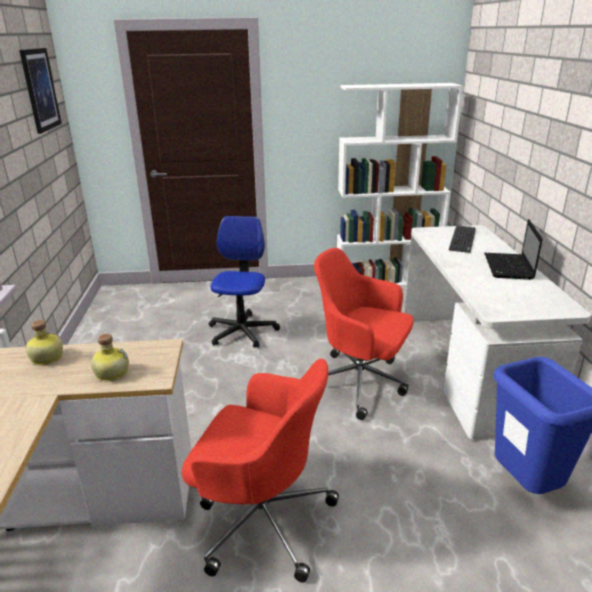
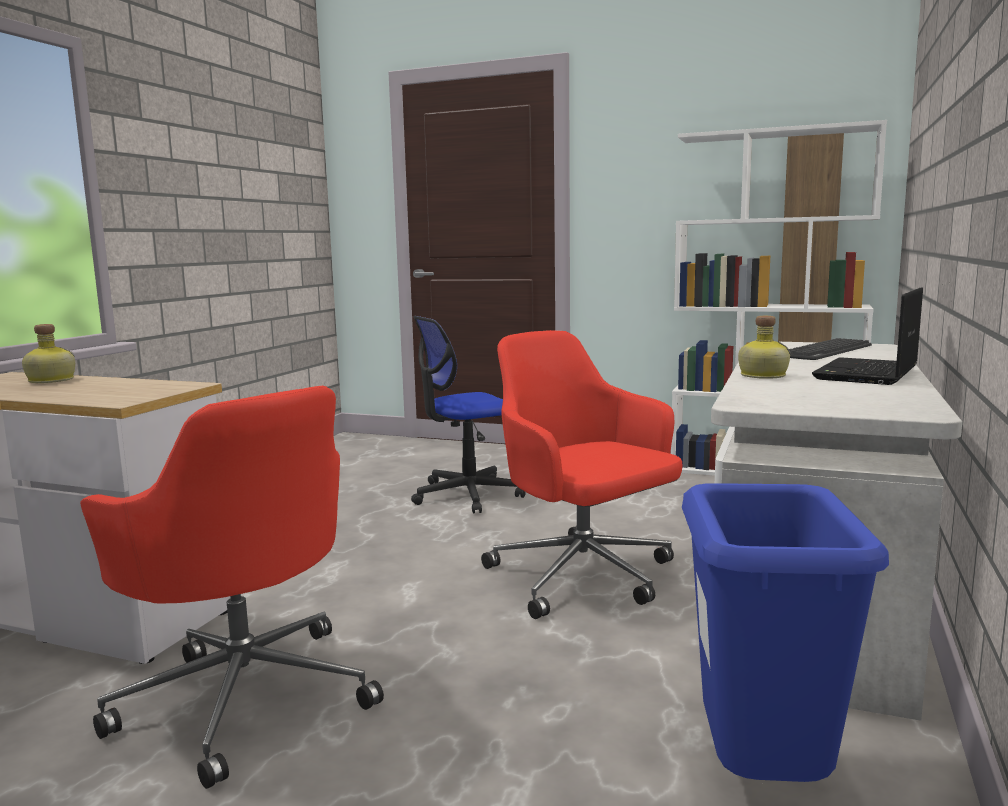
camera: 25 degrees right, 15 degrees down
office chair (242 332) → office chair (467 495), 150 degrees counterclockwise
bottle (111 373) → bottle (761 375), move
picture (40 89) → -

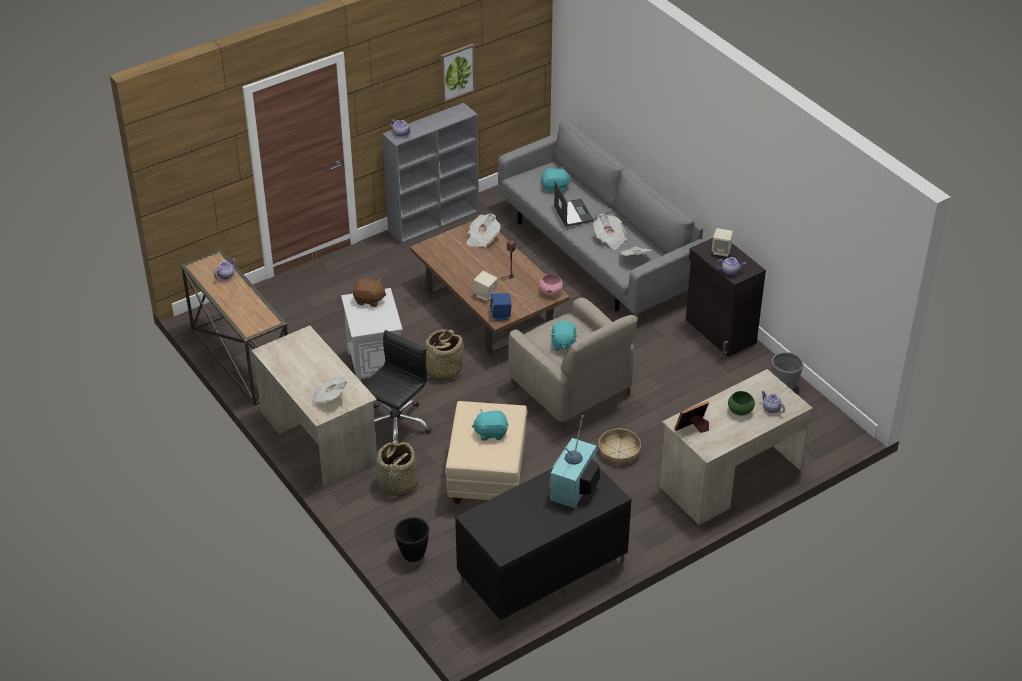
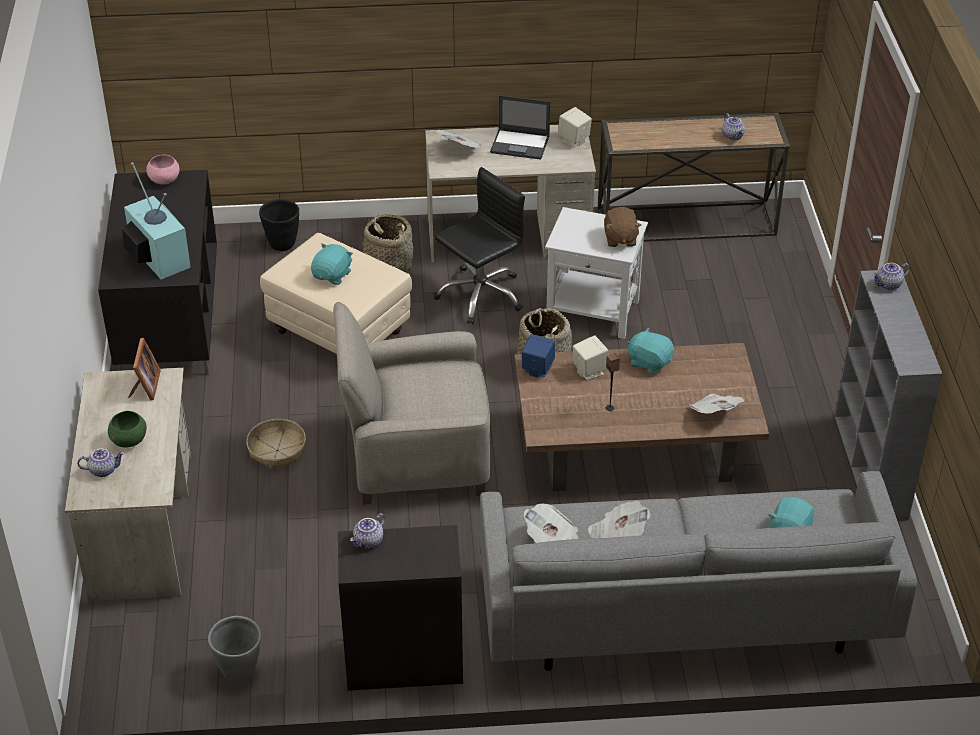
camera: 120 degrees right, 0 degrees up
bowl/pink (551 292) → bowl/pink (164 180), move
office chair/black (395 425) → office chair/black (480 295), 105 degrees counterclockwise
laptop (573 213) → laptop (520 144), move
speaker/beige (721 251) → speaker/beige (574 140), move
plush toy/brown (369 300) → plush toy/brown (620 238), 45 degrees counterclockwise
plush toy/turquoise (563 344) → plush toy/turquoise (649 362), move
picture (457 72) → -

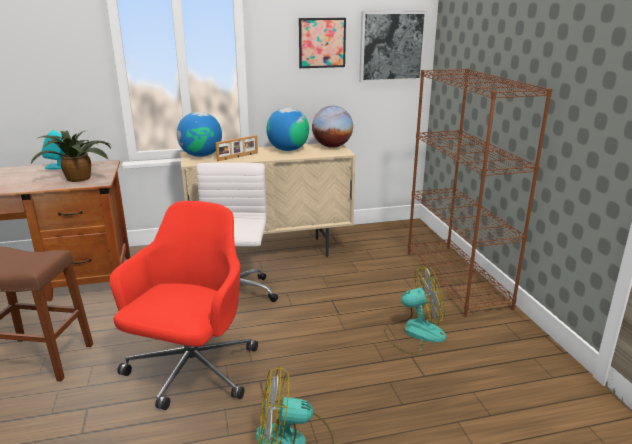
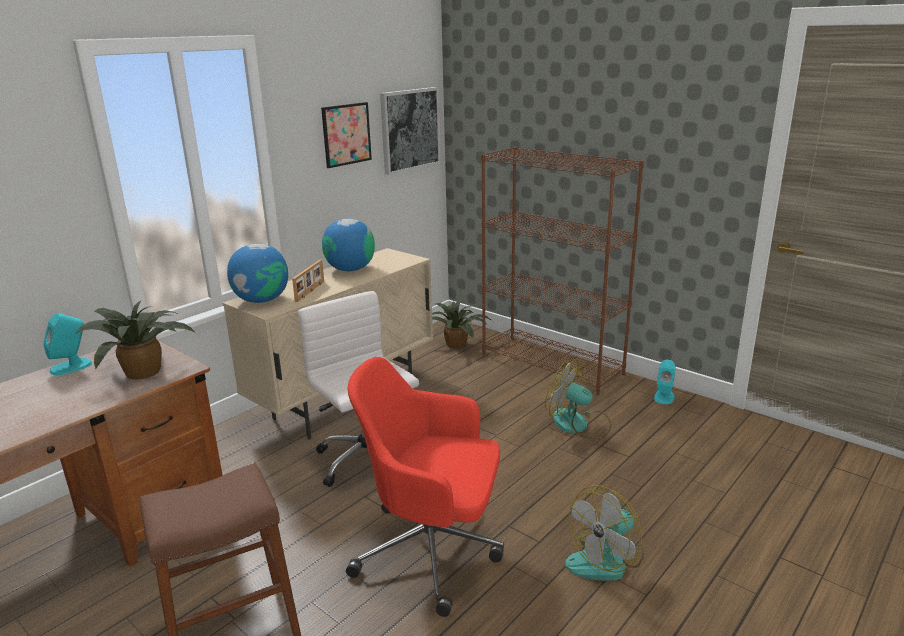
camera: 35 degrees left, 0 degrees up
office chair/red (191 371) → office chair/red (433 551), 60 degrees counterclockwise
- → potted plant (457 343)
fan (414 333) → fan (578 425), 105 degrees counterclockwise
- → speaker/turquoise (664 397)
globe (332 146) → -

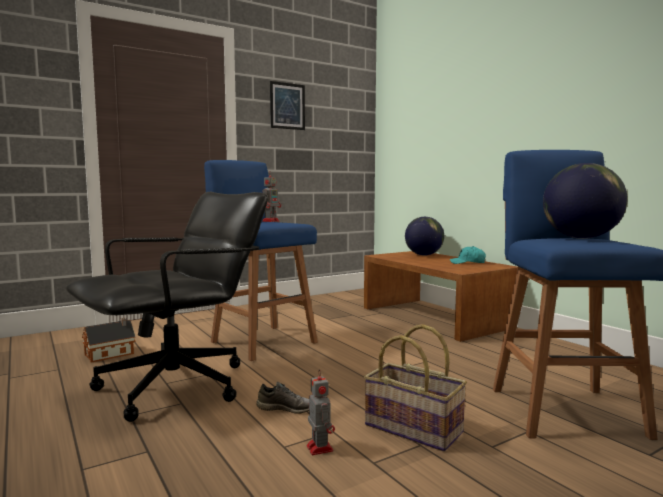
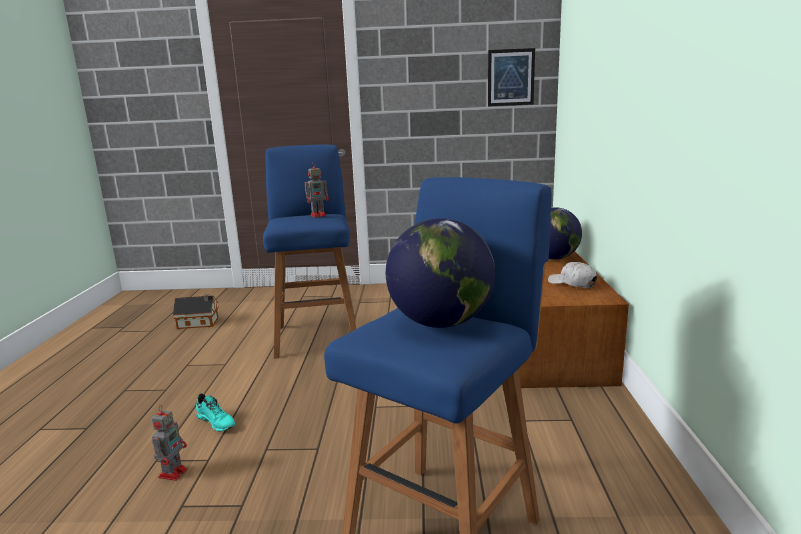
camera: 35 degrees right, 10 degrees up
shoe/grey (286 408) → shoe/turquoise (216 421)
picture (287 106) → picture (511 77), move
cap/turquoise (467 263) → cap/white (572 283)
office chair/black (176 386) → -
basket (414 428) → -

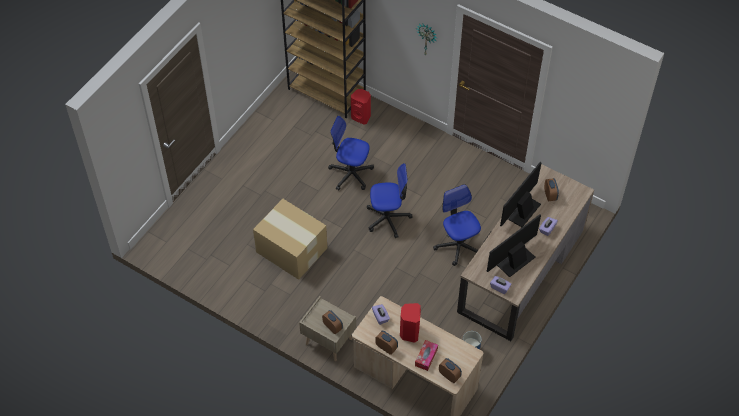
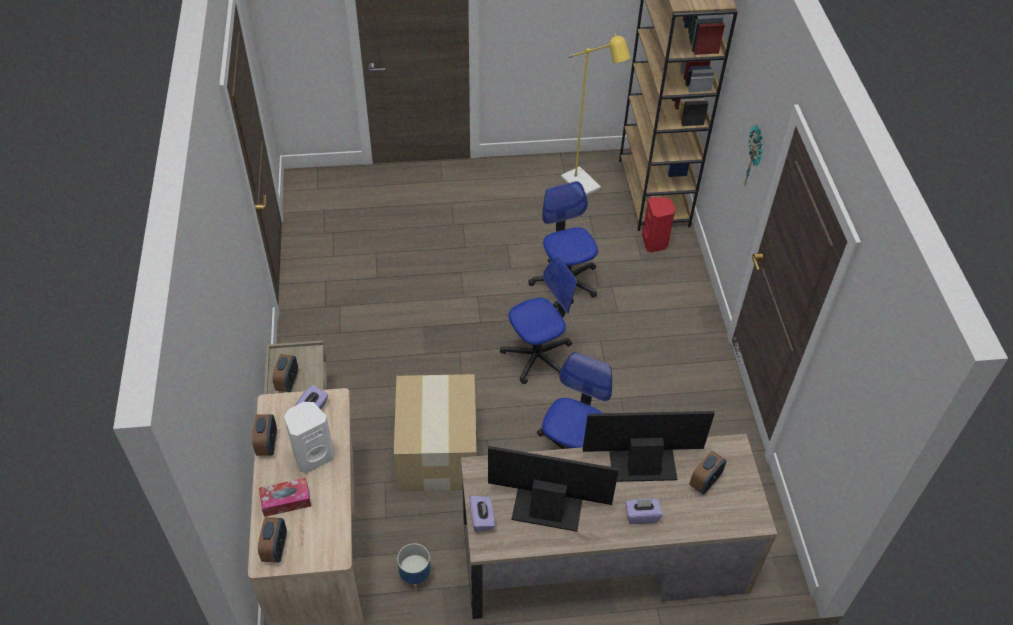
camera: 50 degrees right, 5 degrees down
speaker/red (409 332) → speaker/white (313 456)
cardboard box (291 249) → cardboard box (438 449), move
office chair (388 218) → office chair (538 357), 75 degrees counterclockwise
- → floor lamp/yellow (585 187)

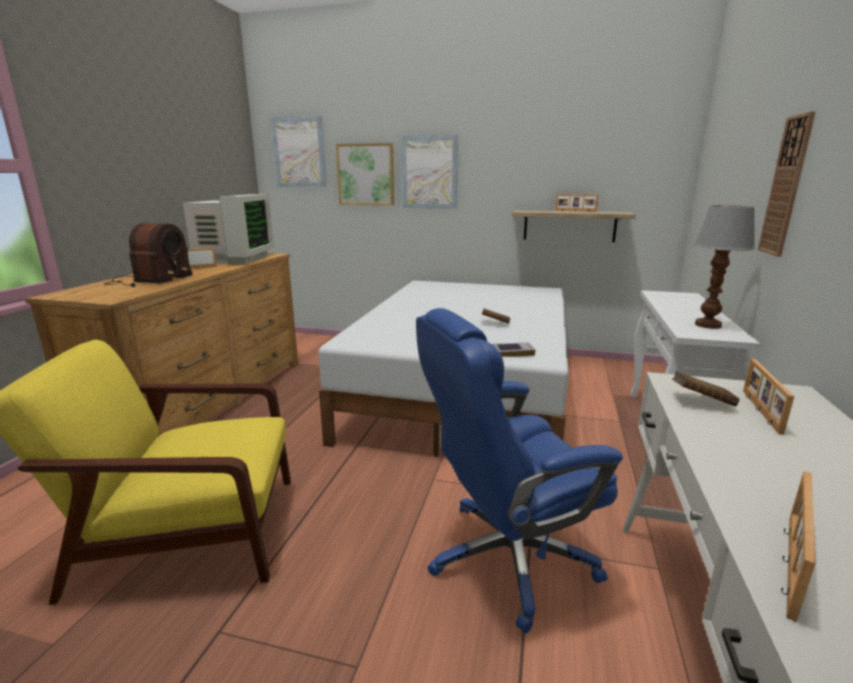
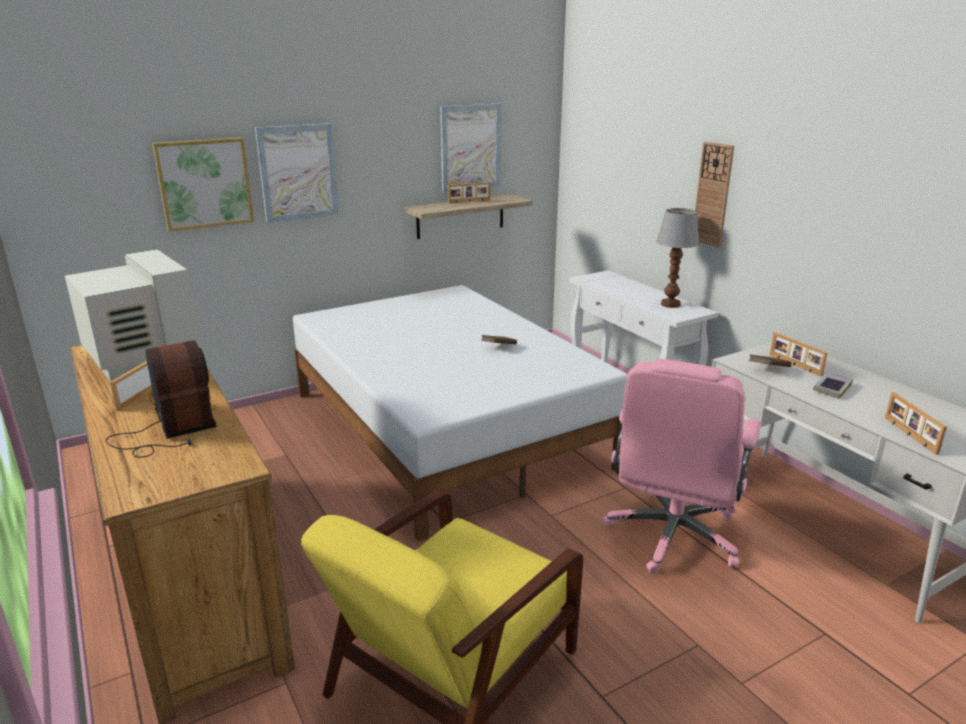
camera: 45 degrees left, 5 degrees up
picture (299 152) → picture (470 147), move
office chair/blue (507 558) → office chair/pink (672 536)
book (513 352) → book (832 388), move

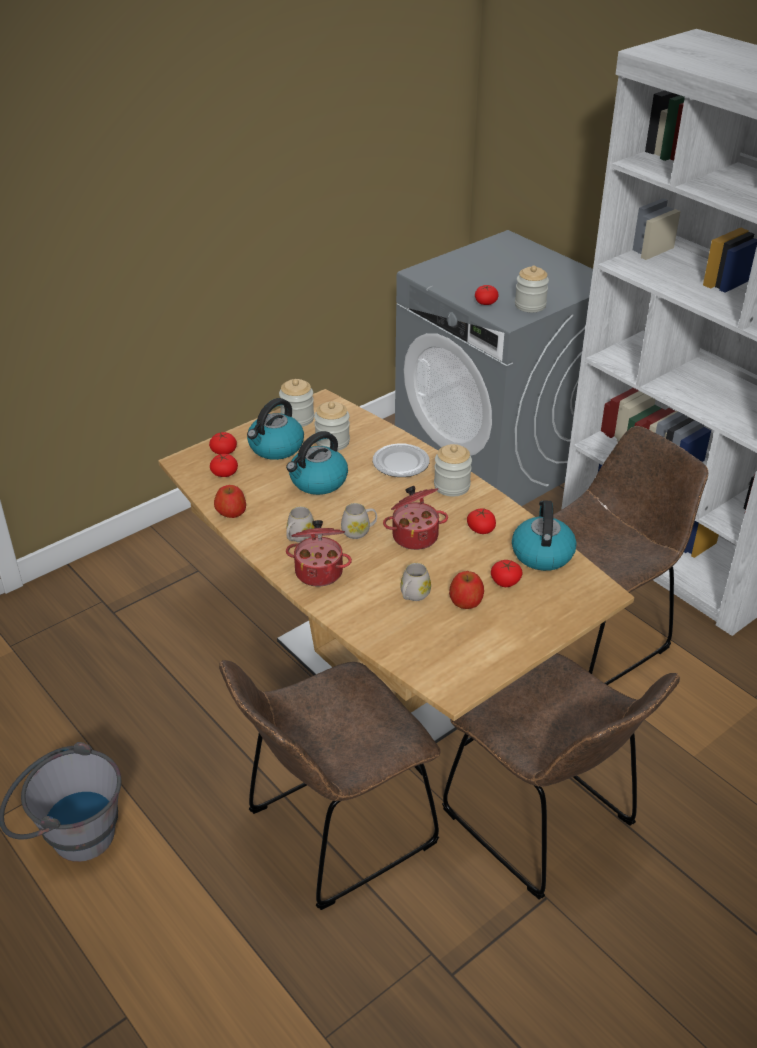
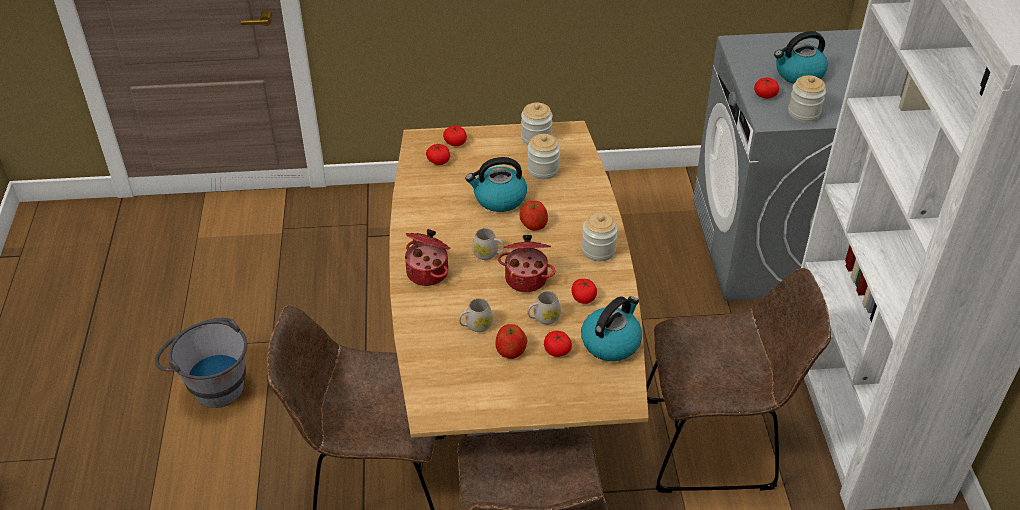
camera: 35 degrees right, 5 degrees up
apple (231 512) → apple (533 224), move
mug/white (299 538) → mug/white (543 318), move
kettle (275 447) → kettle (798 74), move
plate (401 463) → -

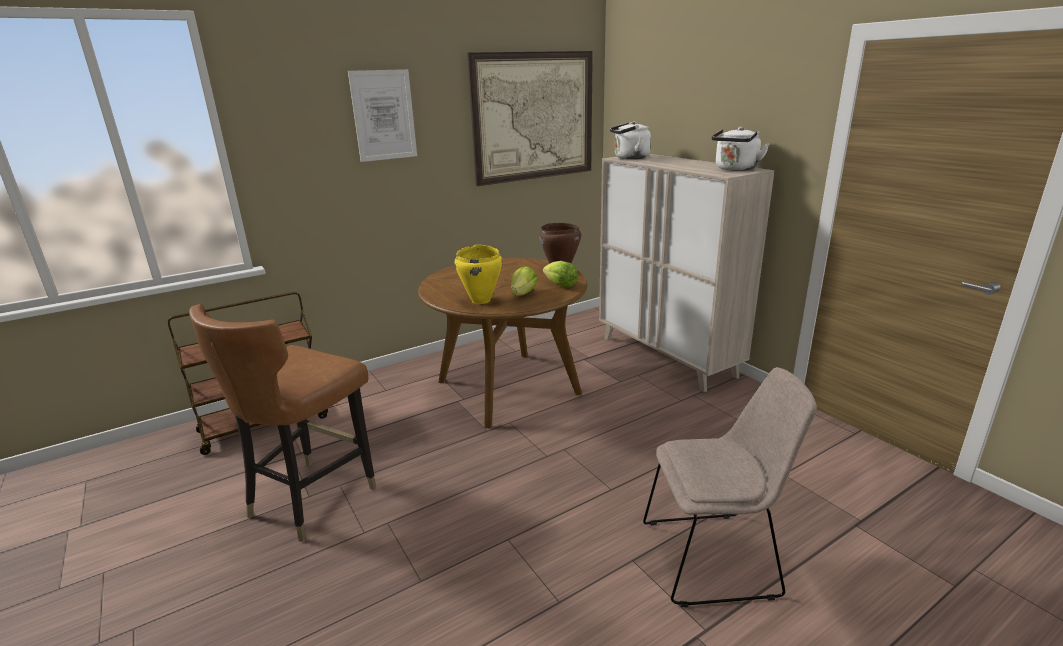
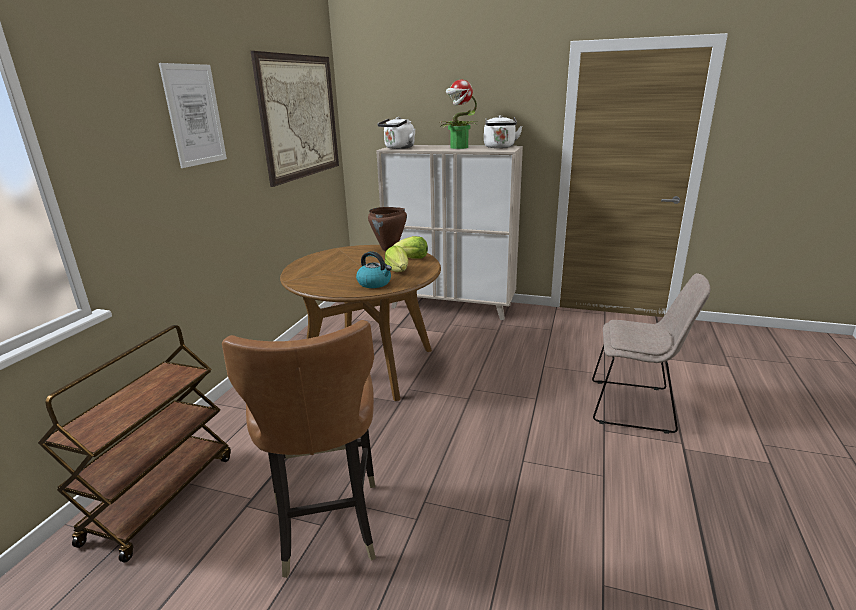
camera: 40 degrees left, 0 degrees up
cooking pot/yellow (481 300) → kettle (375 283)
- → potted plant (458 147)
chair/beige (714 557) → chair/beige (635 406), 60 degrees clockwise

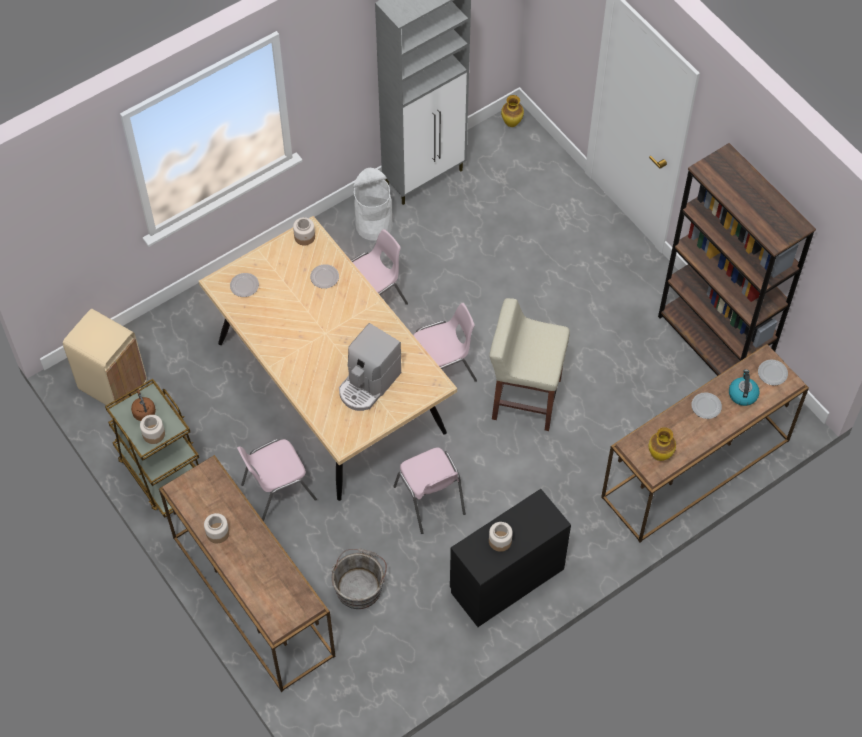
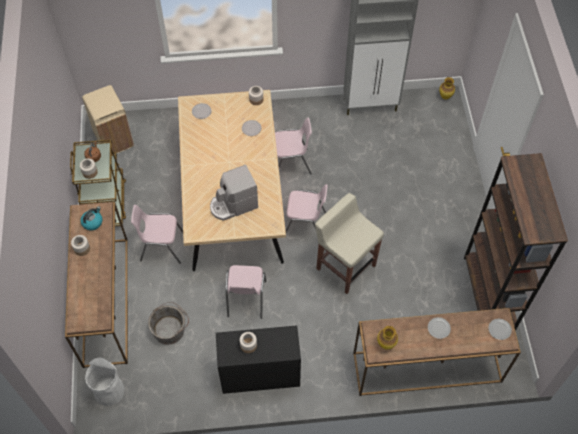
camera: 30 degrees right, 0 degrees up
kettle (742 394) → kettle (92 222), move
trash can/white (374 225) → trash can/white (109 391), move

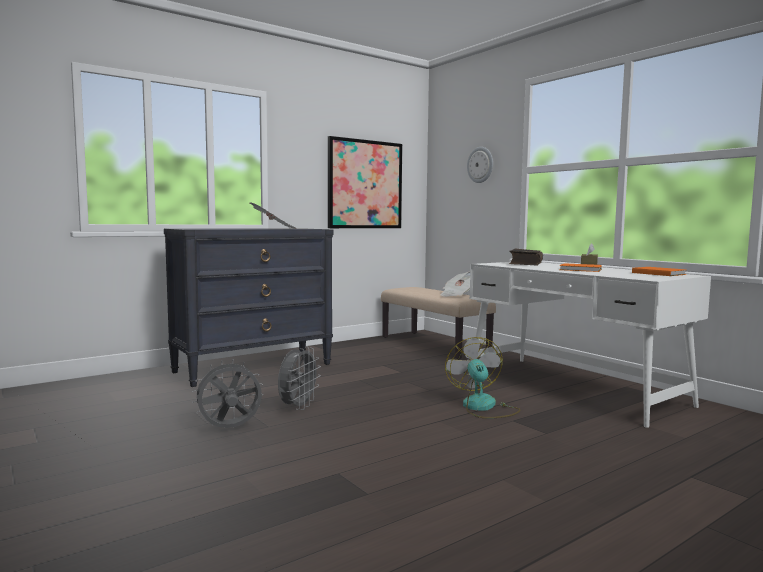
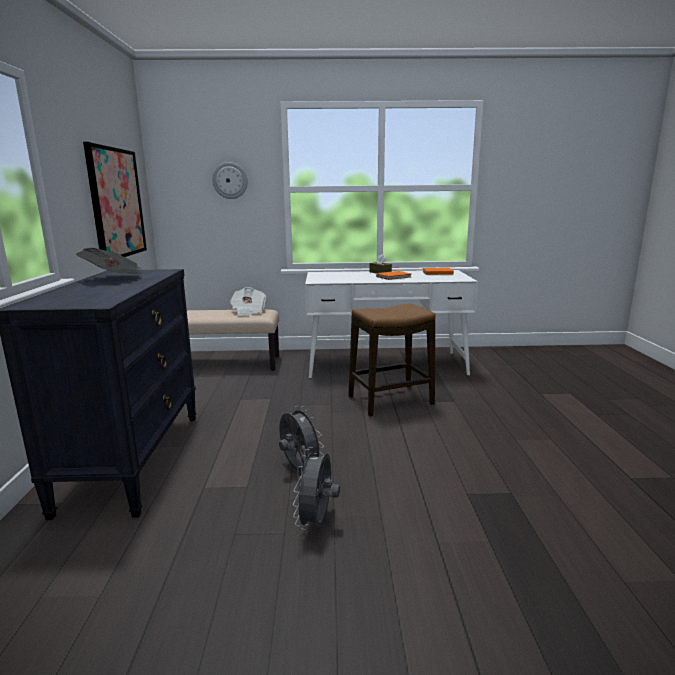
camera: 55 degrees left, 10 degrees up
fan (483 407) → stool (390 401)
book (525 264) → -

